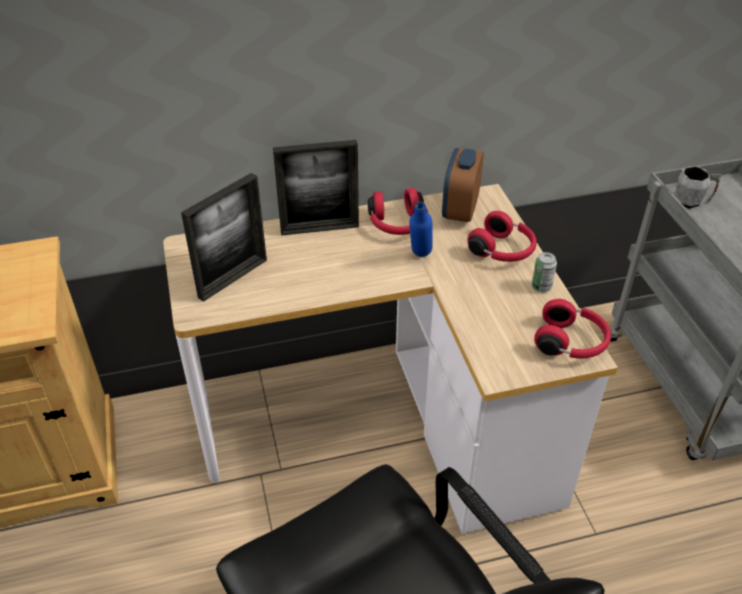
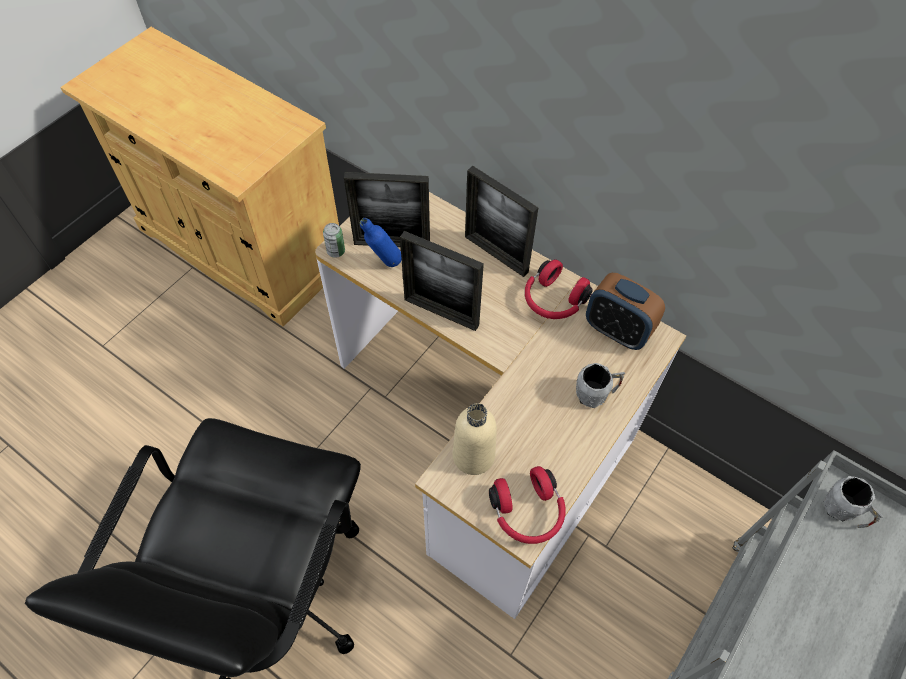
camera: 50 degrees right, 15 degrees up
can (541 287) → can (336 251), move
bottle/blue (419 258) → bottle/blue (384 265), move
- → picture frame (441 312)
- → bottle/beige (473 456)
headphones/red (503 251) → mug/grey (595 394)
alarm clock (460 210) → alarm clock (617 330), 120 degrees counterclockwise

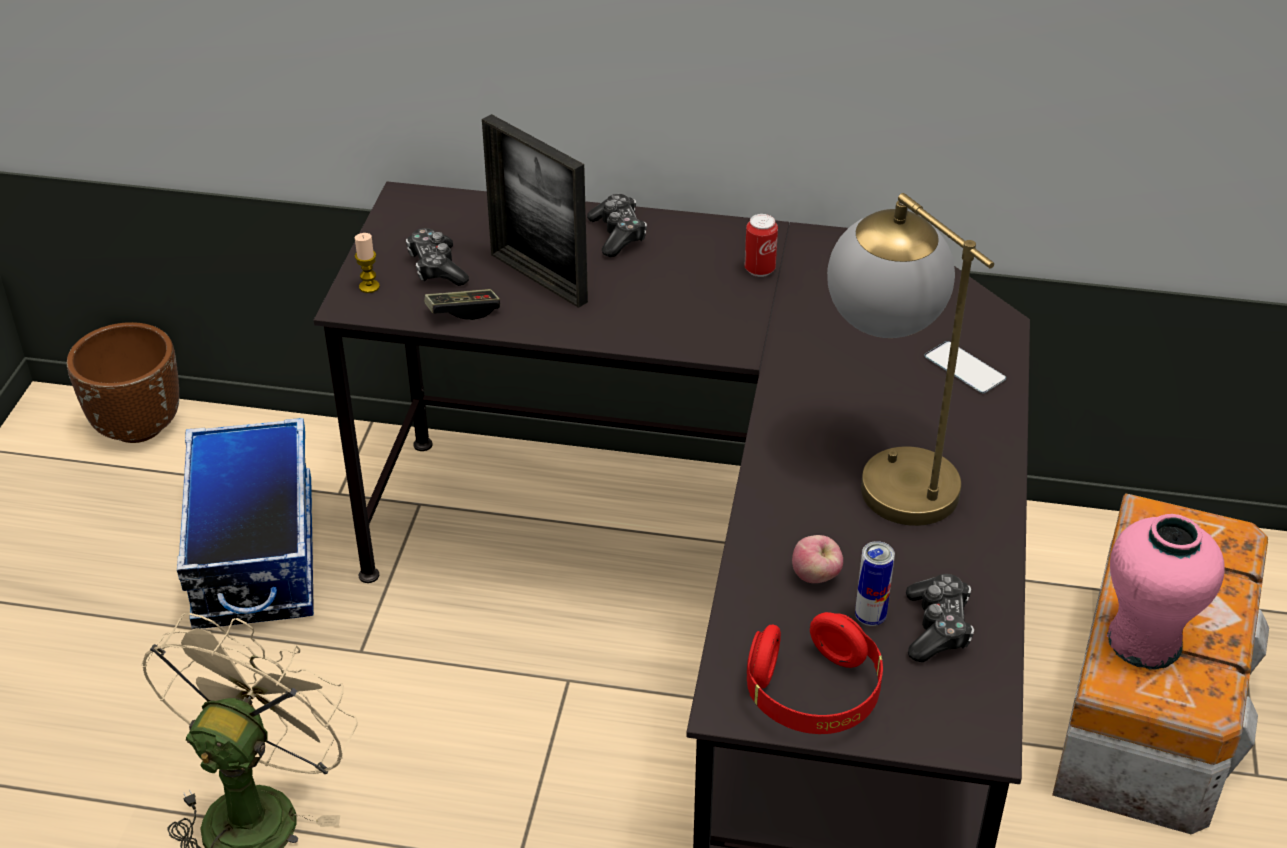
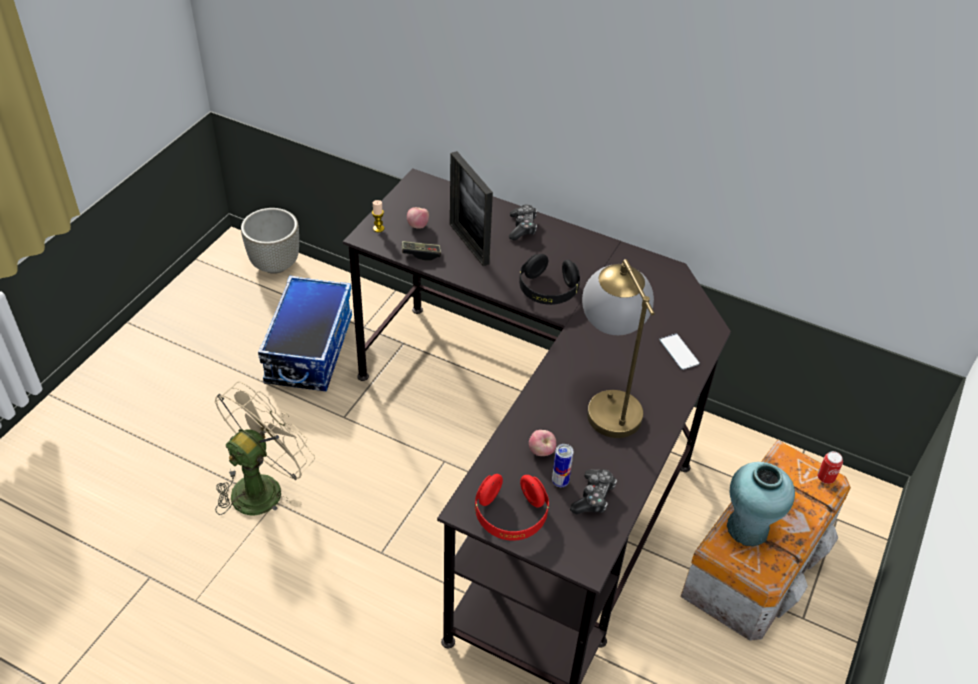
camera: 15 degrees right, 5 degrees up
planter/brown (138 426) → planter/grey (275 264)
game controller (437 268) → apple (418 225)
- → headphones/black (548 290)
vase/pink (1144 641) → vase/turquoise (747 528)
can (759 270) → can (825 478), move

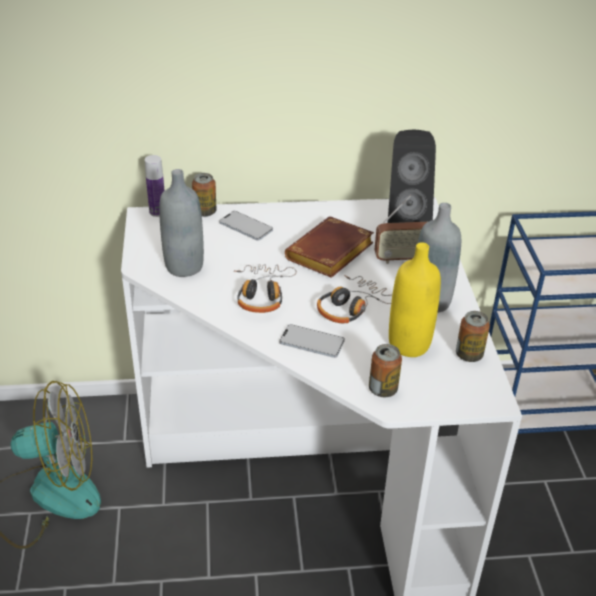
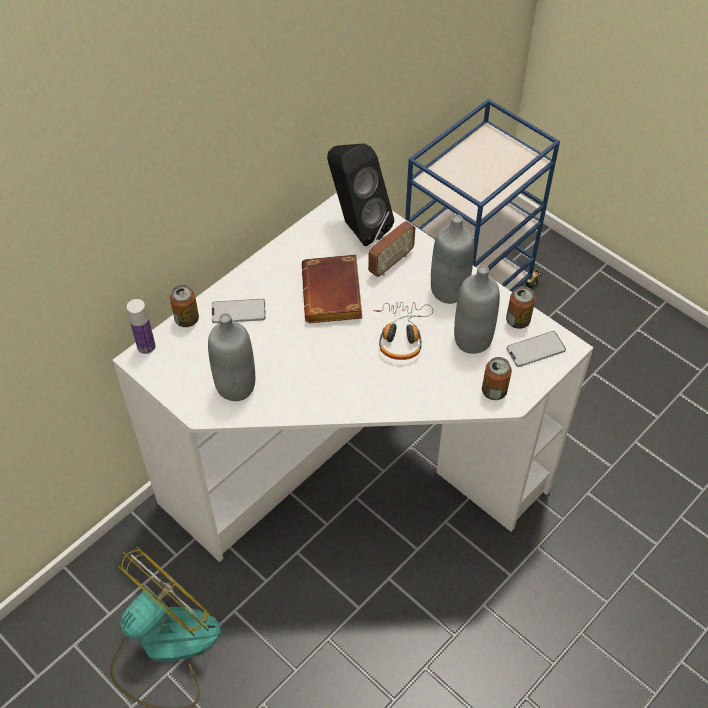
camera: 40 degrees left, 15 degrees up
bottle/yellow (409 344) → bottle/grey (472 340)
phone (312 342) → phone (535 350), move
headphones (262 294) → -

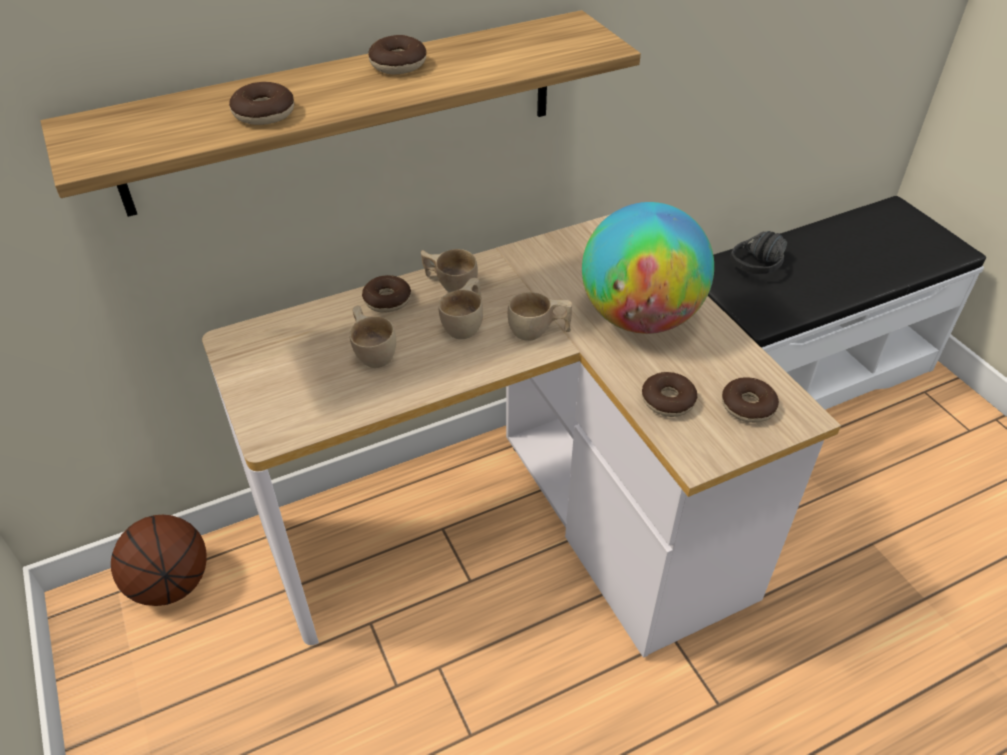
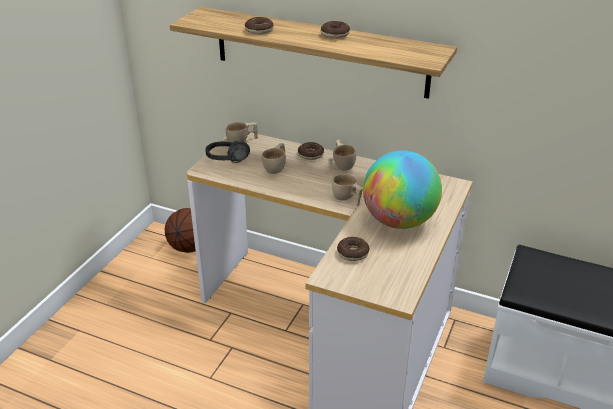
camera: 50 degrees right, 10 degrees down
headphones/black (767 268) → headphones/black (227 162), move
cup/beige (466 324) → cup/beige (242 141), move
donut (748 406) → -

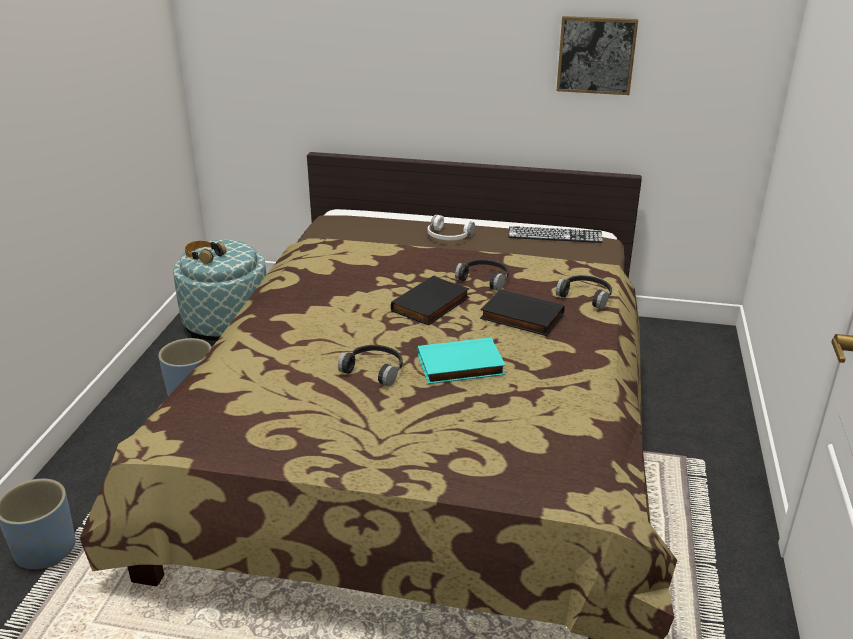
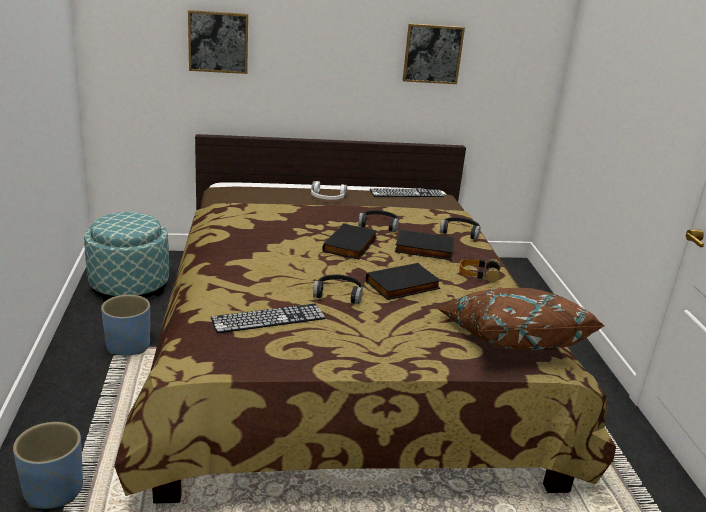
camera: 20 degrees left, 5 degrees down
- → picture (218 42)
- → keyboard (268 318)
book/turquoise (460 366) → book/black (403 286)
- → pillow/brown (510 340)
headphones (204 256) → headphones (478 274), move

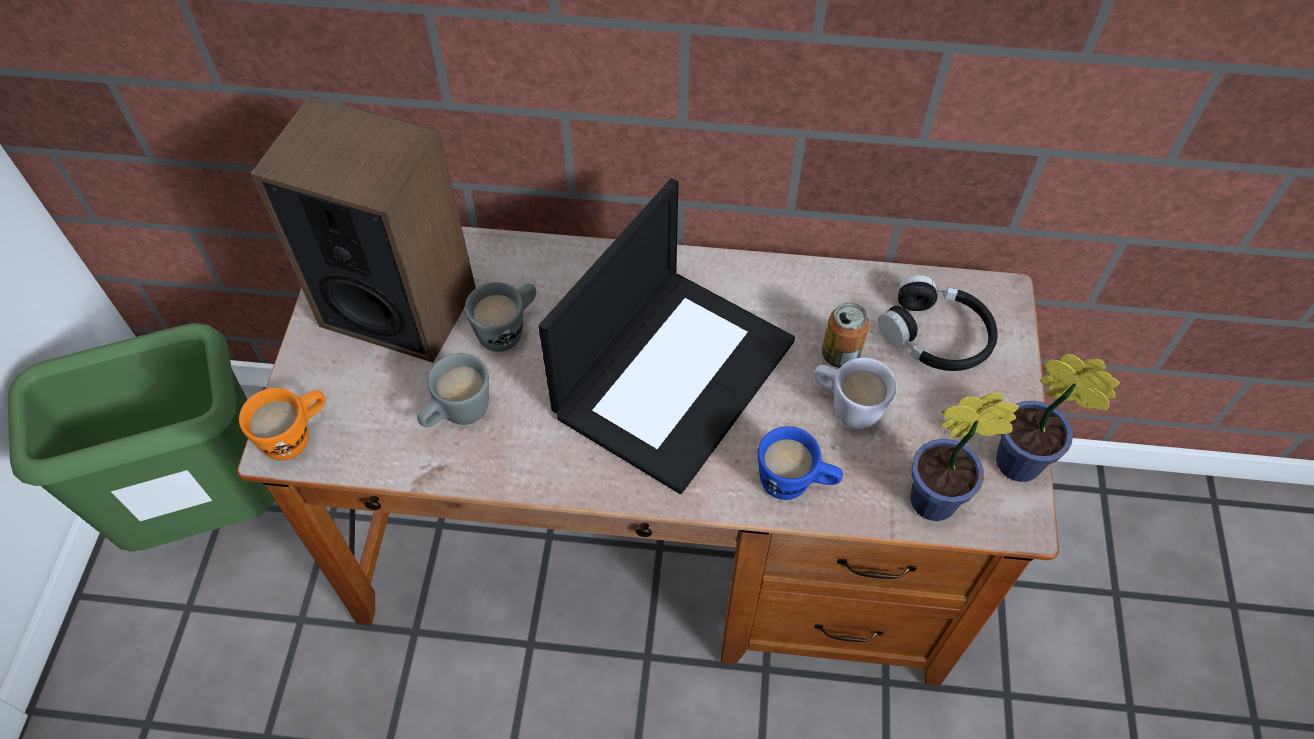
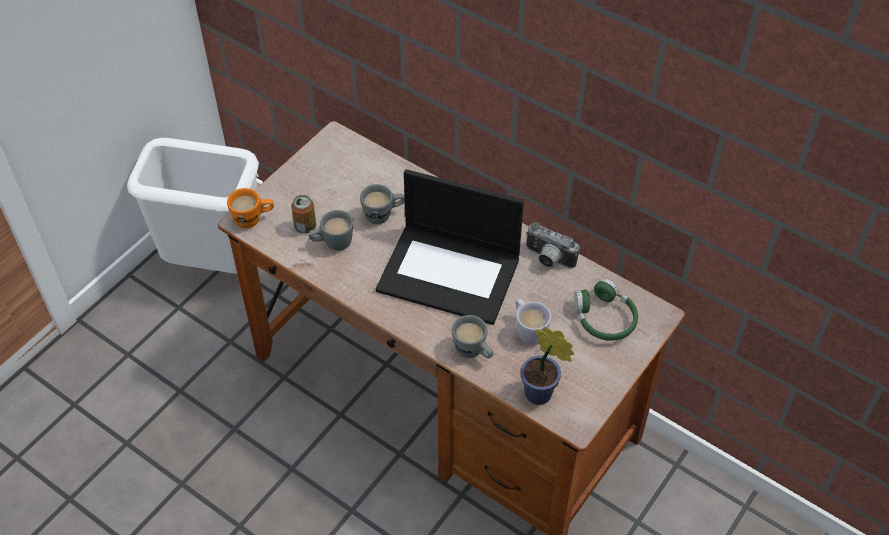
camera: 30 degrees right, 5 degrees down
trash can/green (213 512) → trash can/white (217 264)
can (840 354) → can (305 226), move
laptop (674 374) → laptop (450 273), 45 degrees clockwise
mug/blue (795 484) → mug/grey (473 352)
- → photo camera (548 259)
headphones/black (936 336) → headphones/green (604 318)
speaker (398 306) → -
potted plant (1024 465) → -

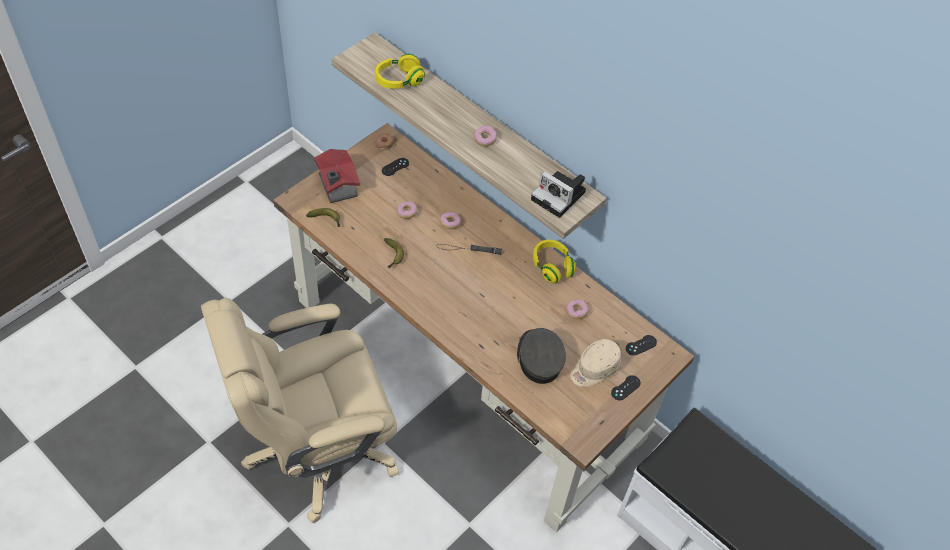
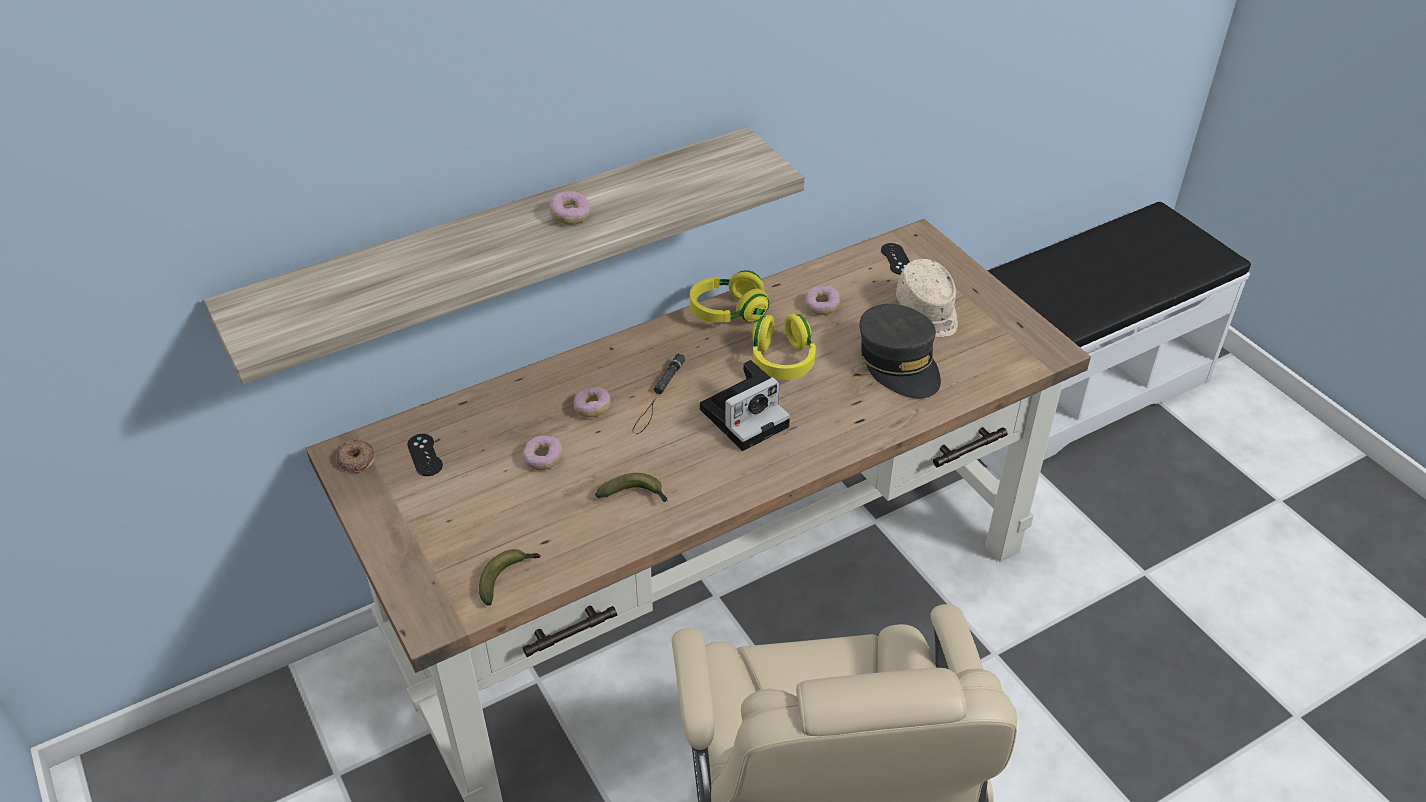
camera: 70 degrees left, 10 degrees down
photo camera (560 196) → photo camera (746 416), move
headphones/yellow (399 80) → headphones/yellow (782 361), move
cap/grey (538 359) → cap/grey (899 363), 120 degrees counterclockwise
toy house (337 186) → -
game controller/black (625 388) → -

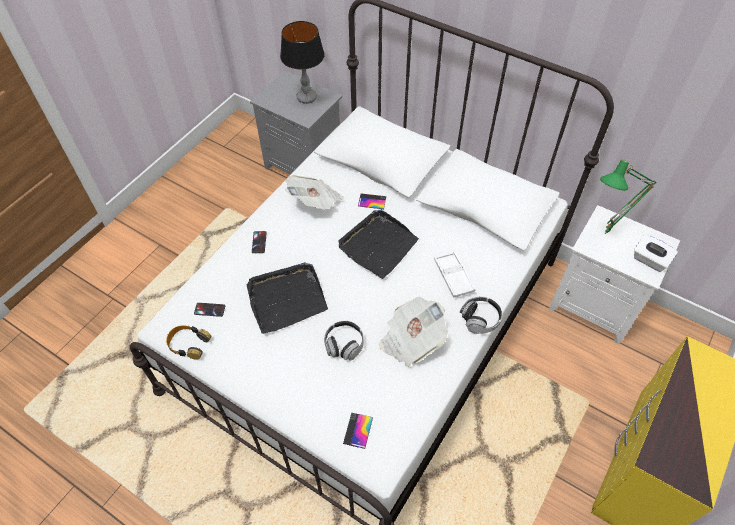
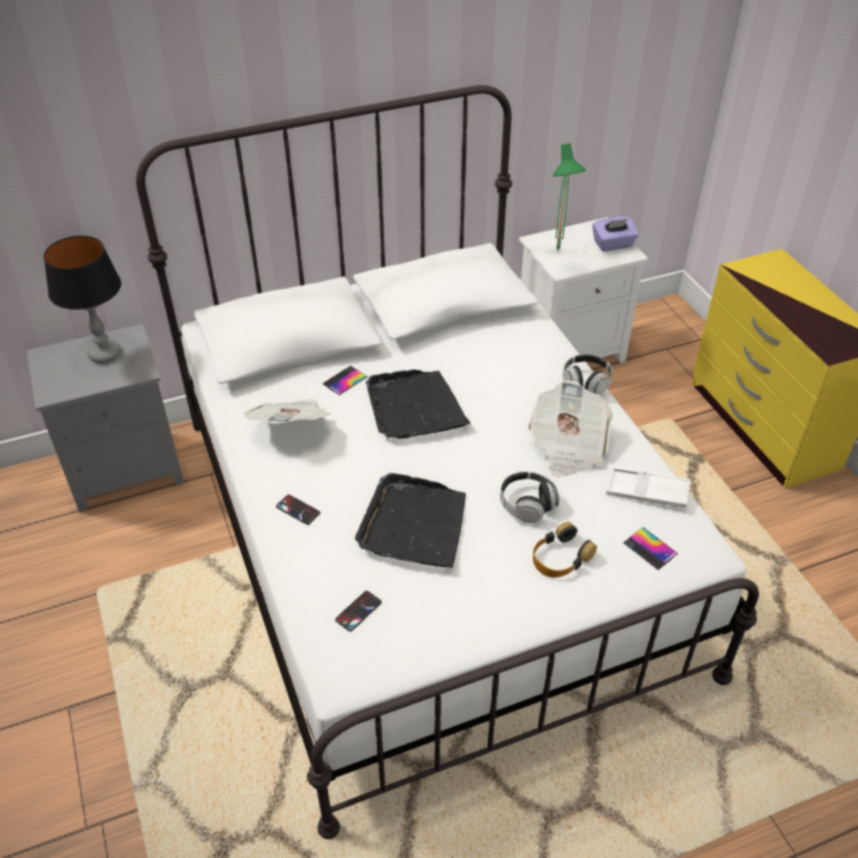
camera: 55 degrees left, 10 degrees down
headphones (188 344) → headphones (560 557), move
tissue box/white (649 260) → tissue box/purple (613 244)
tray/white (453 276) → tray/white (647 492), move

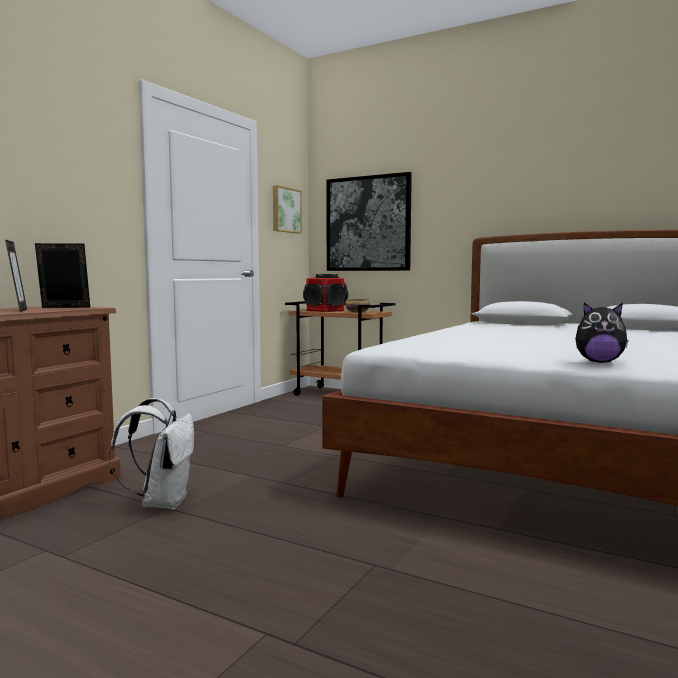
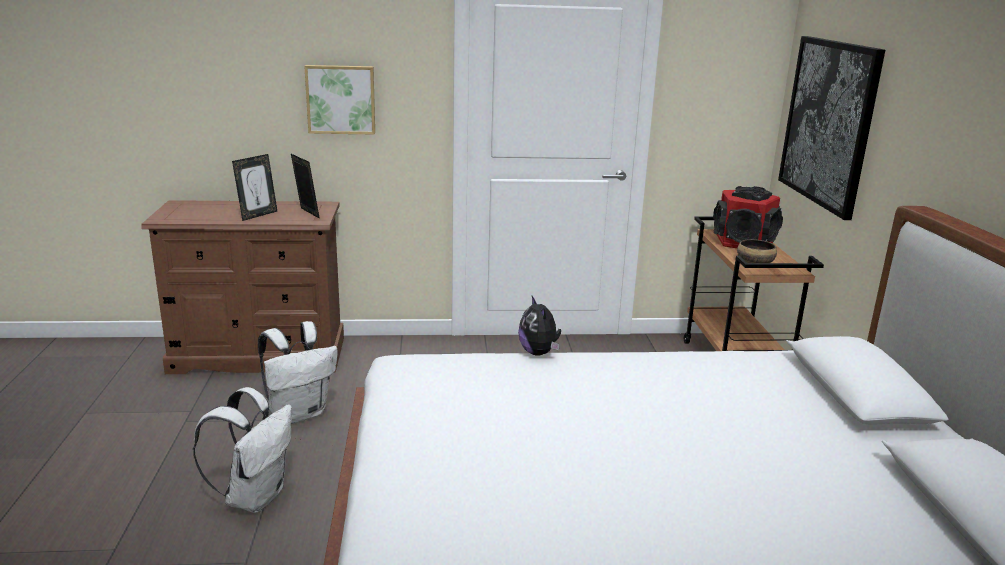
camera: 55 degrees right, 15 degrees up
- → backpack/white (255 496)
picture (285 210) → picture (341 99), move
plush toy (599 362) → plush toy (539 353), move

